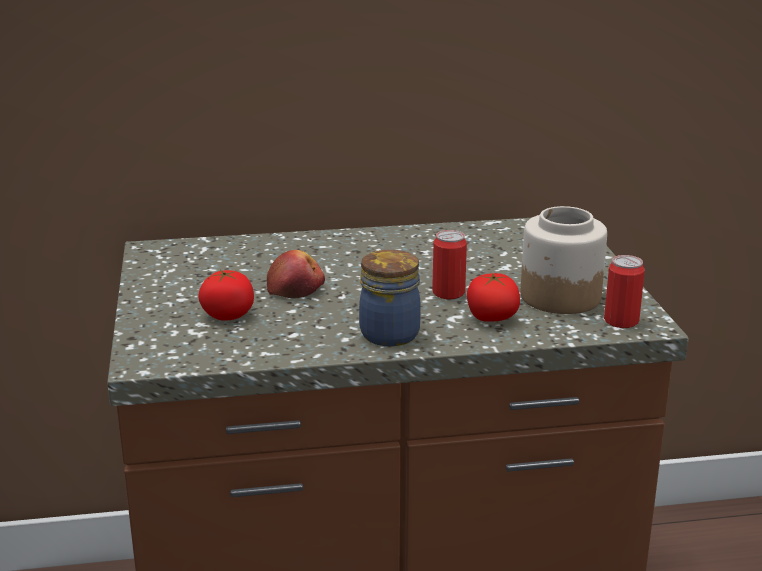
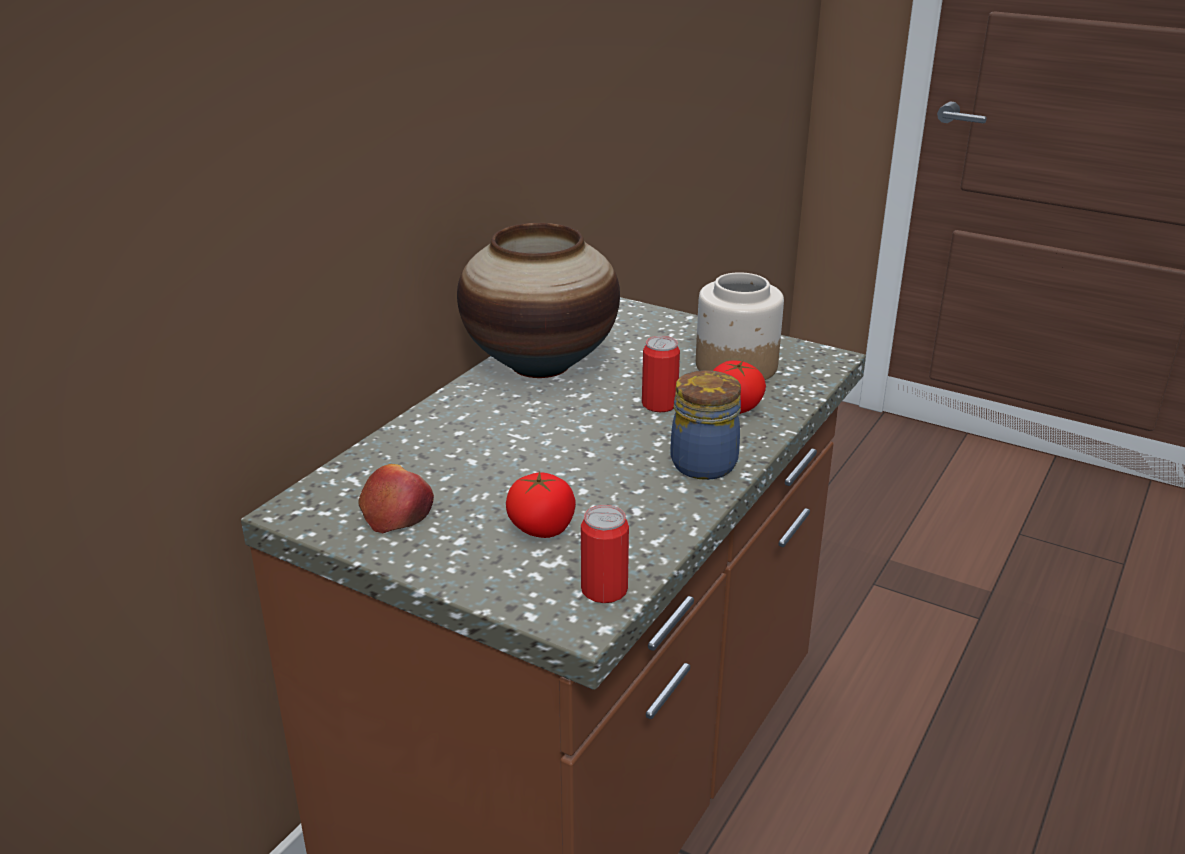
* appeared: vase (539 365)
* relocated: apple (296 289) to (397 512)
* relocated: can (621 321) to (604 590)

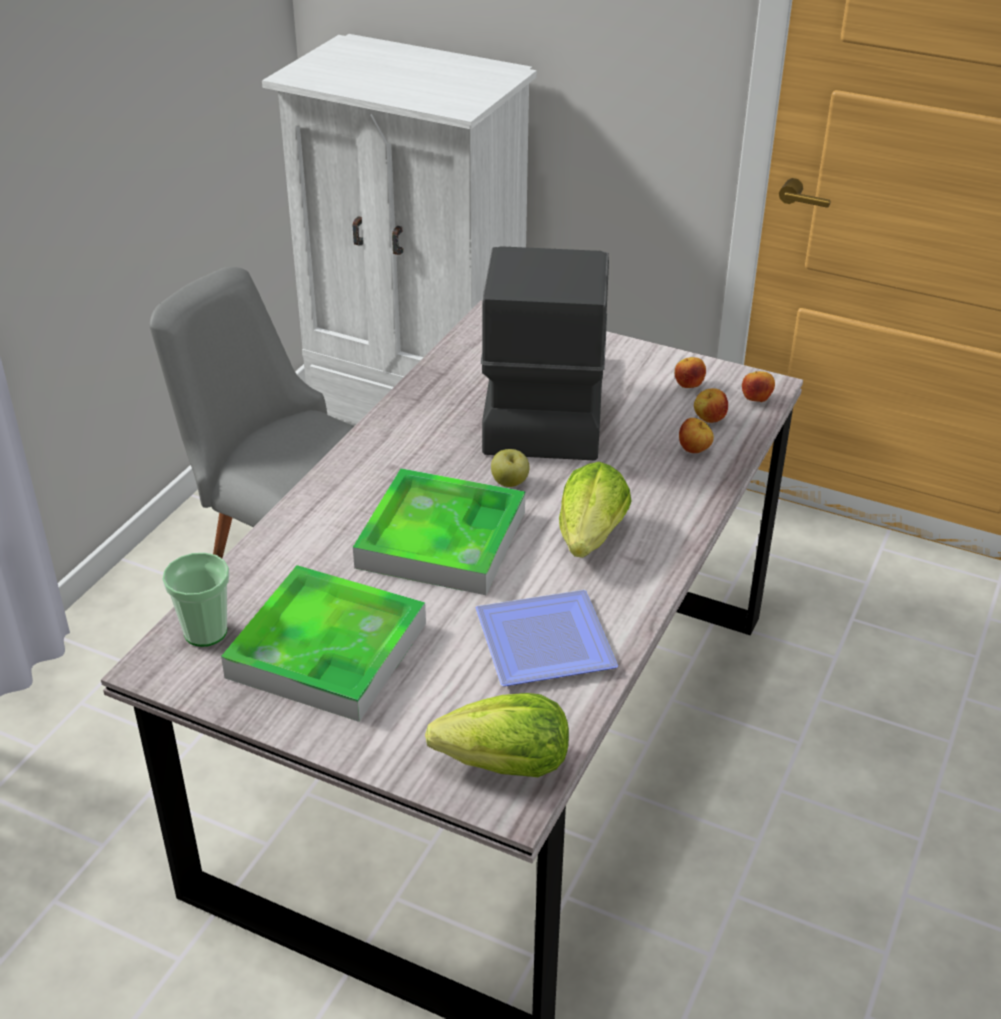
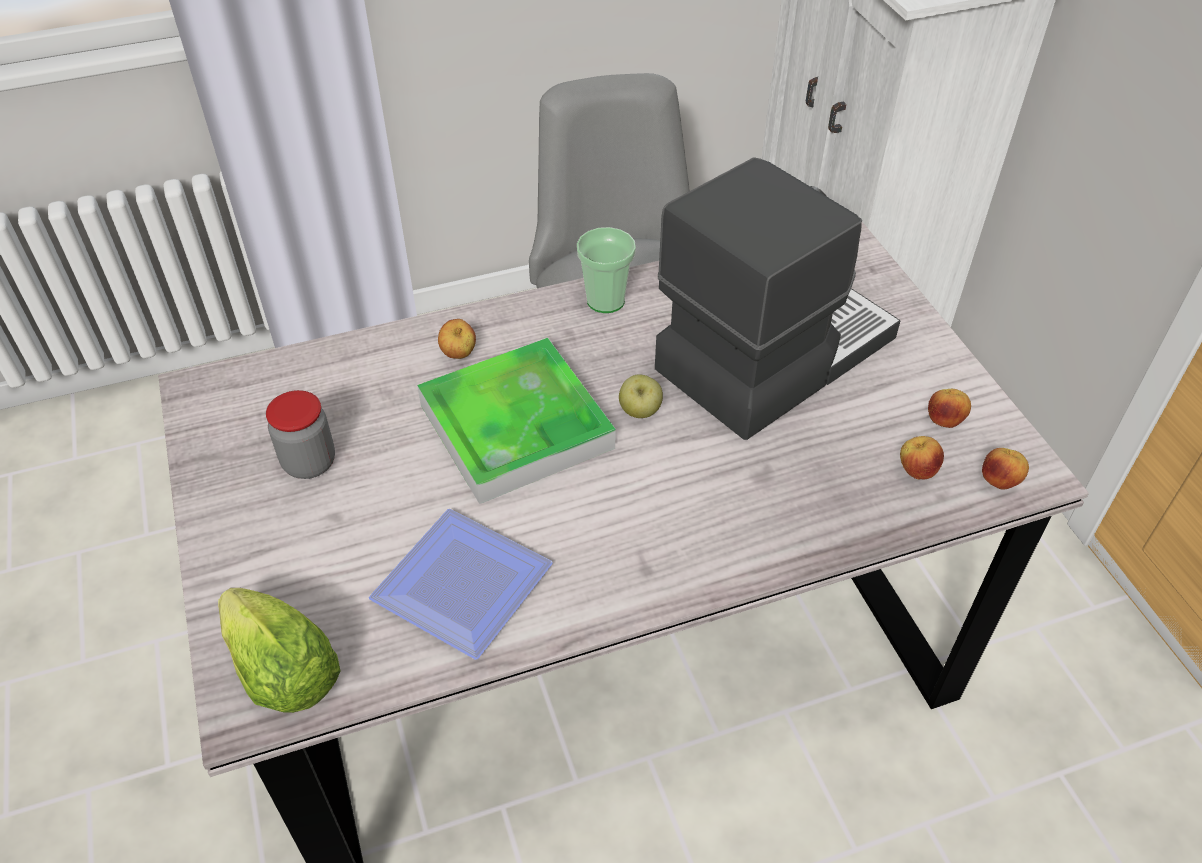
* missing: lettuce (591 537)
* relocated: cup (205 632) to (605 300)
* relocated: apple (694 450) to (459 354)
* exchanged: tray (327 650) to jar (309 463)

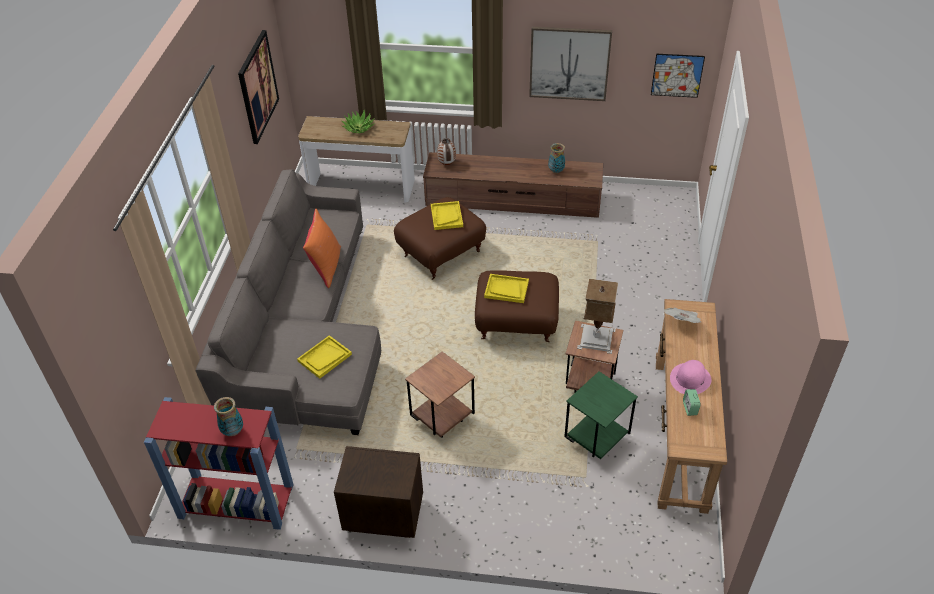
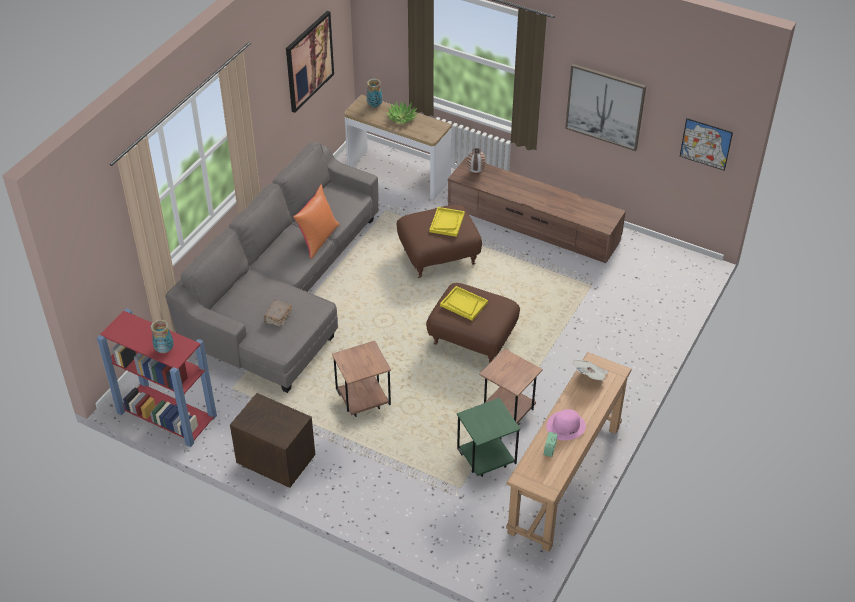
* missing: table lamp (595 339)
* relocated: vase (556 171) to (374 105)
* exchanged: yellow tray (324 358) to brown book (278 317)

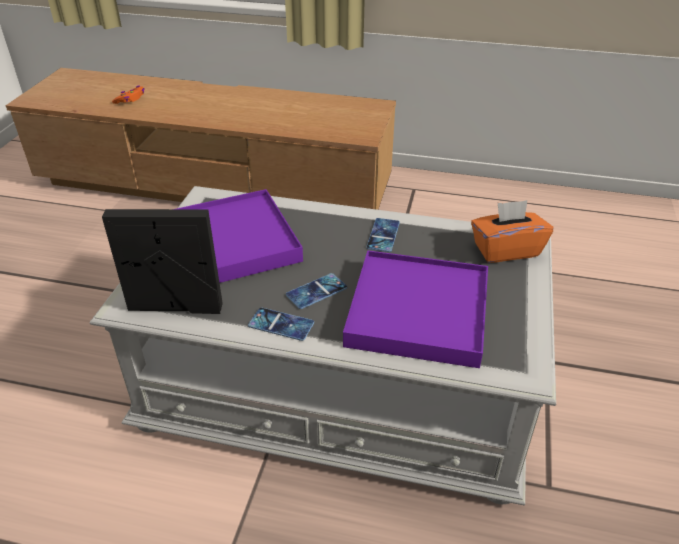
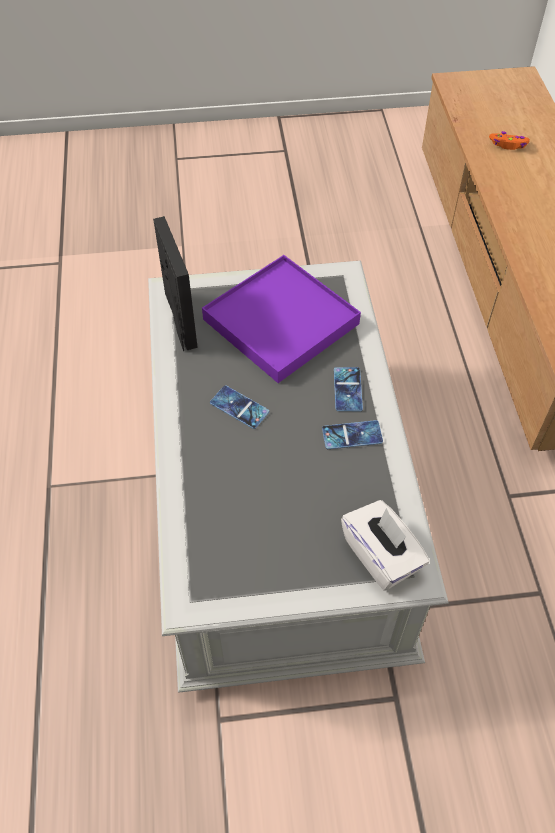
* missing: purple tray (418 311)
* relocated: phone (281 324) to (347 389)
* colour: orange tissue box (506 250) to white tissue box (381 556)

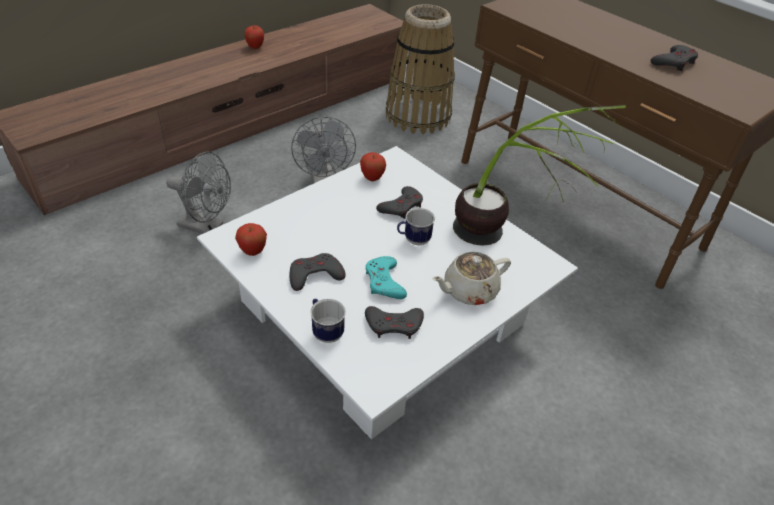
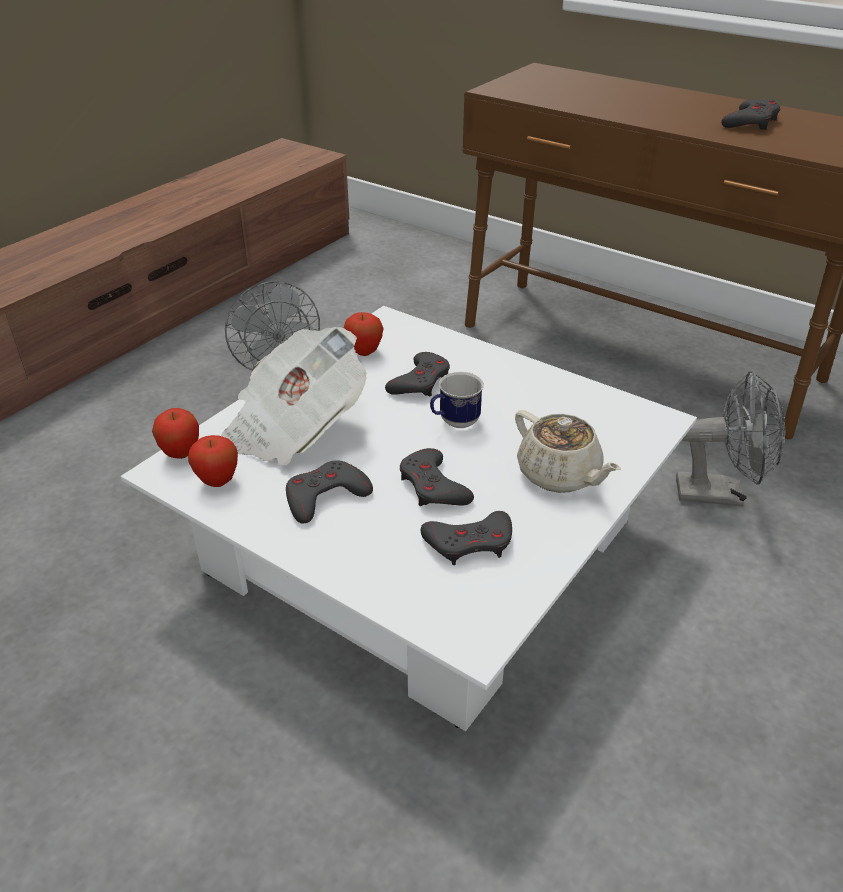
* missing: mug (325 331)
* missing: basket (418 116)
* missing: potted plant (504 242)
* appeared: newspaper (294 427)
* relocated: grey fan (207 227) to (719 493)
* relocated: apple (255 47) to (181 454)
* colour: turquoise game controller (384 282) to grey game controller (433 486)
* spun: beige teapot (468 291) = (559 475) 90 degrees counterclockwise

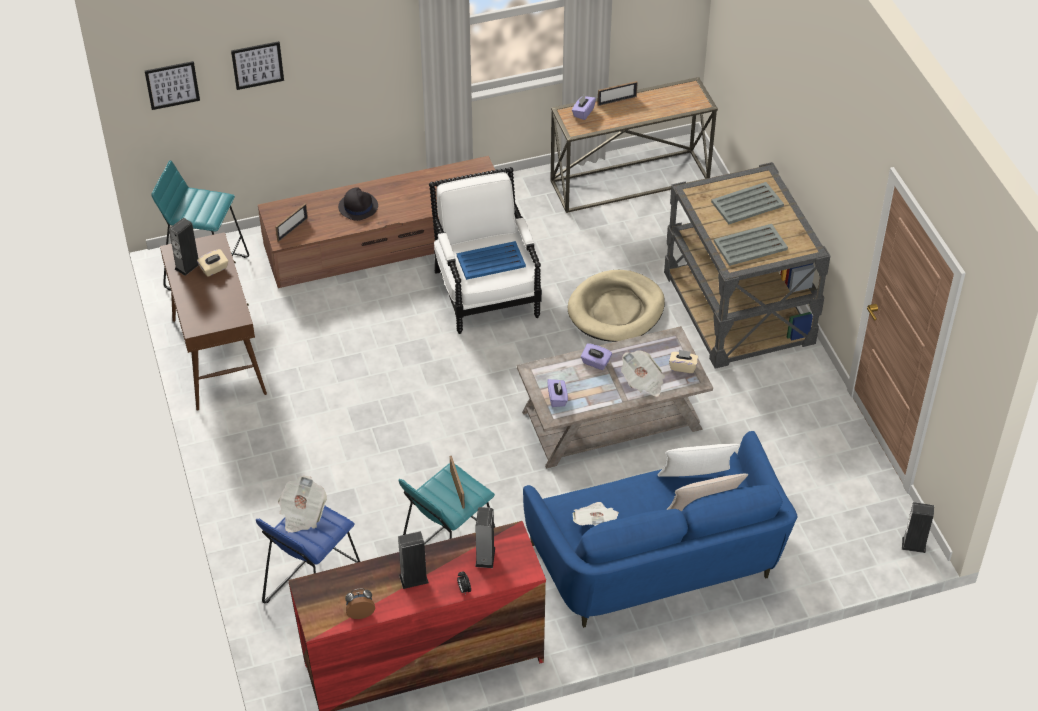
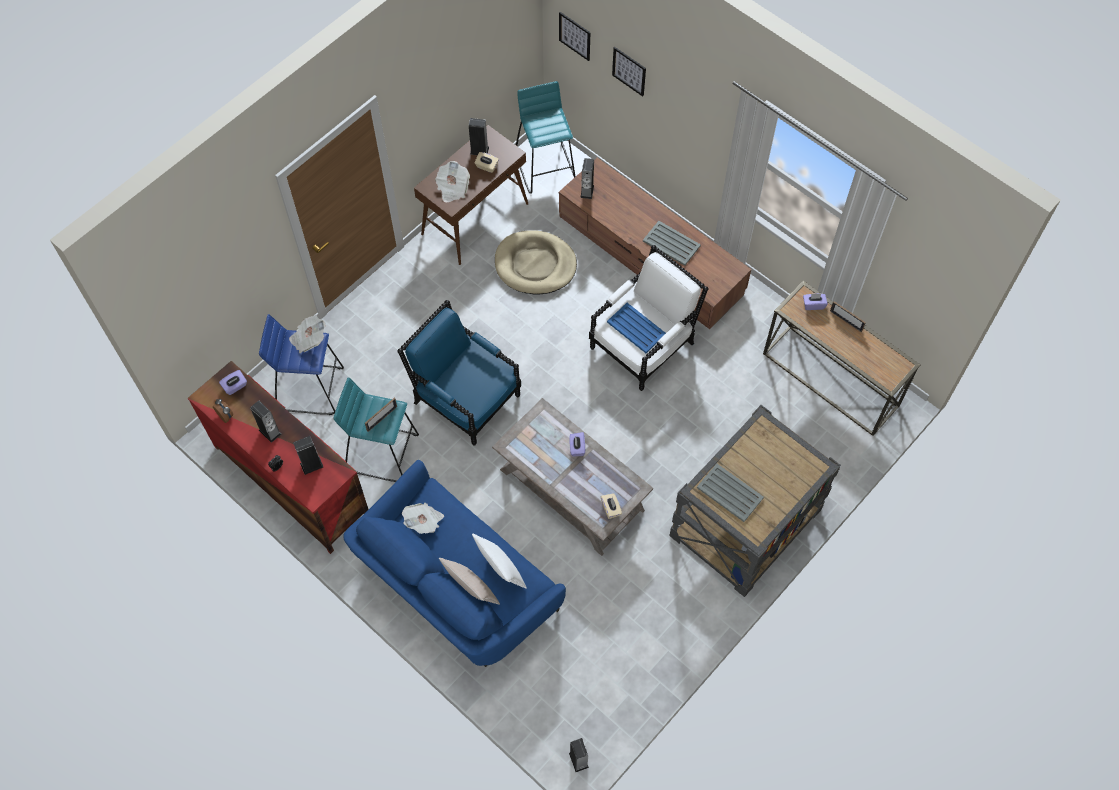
* missing: black hat (358 206)
* appeared: blue armchair (464 396)
* relocated: purple tissue box (557 398) to (235 386)
* relocated: beige dog bed (616 310) to (535 265)
* relocated: newspaper (642 382) to (452 188)
* relocated: grey tray (748 204) to (672 244)
* exchanged: picture frame (292 229) to speaker (587 191)

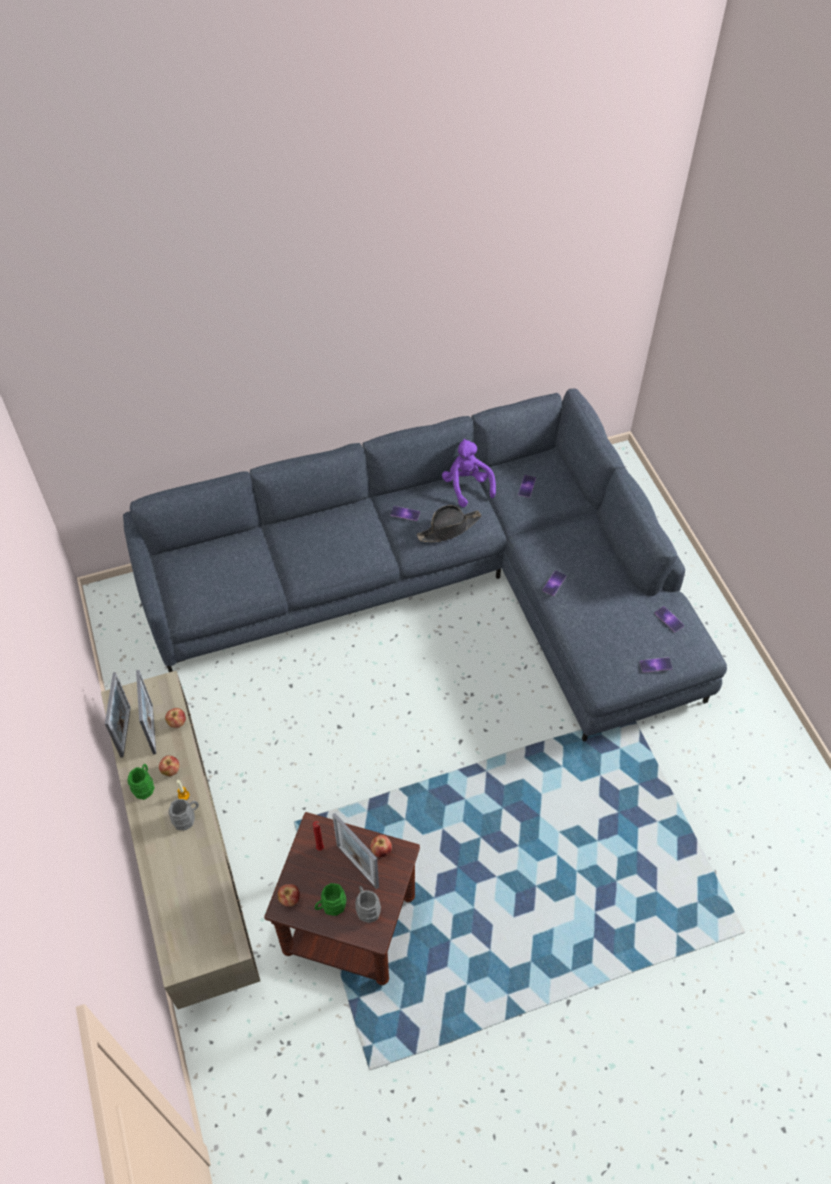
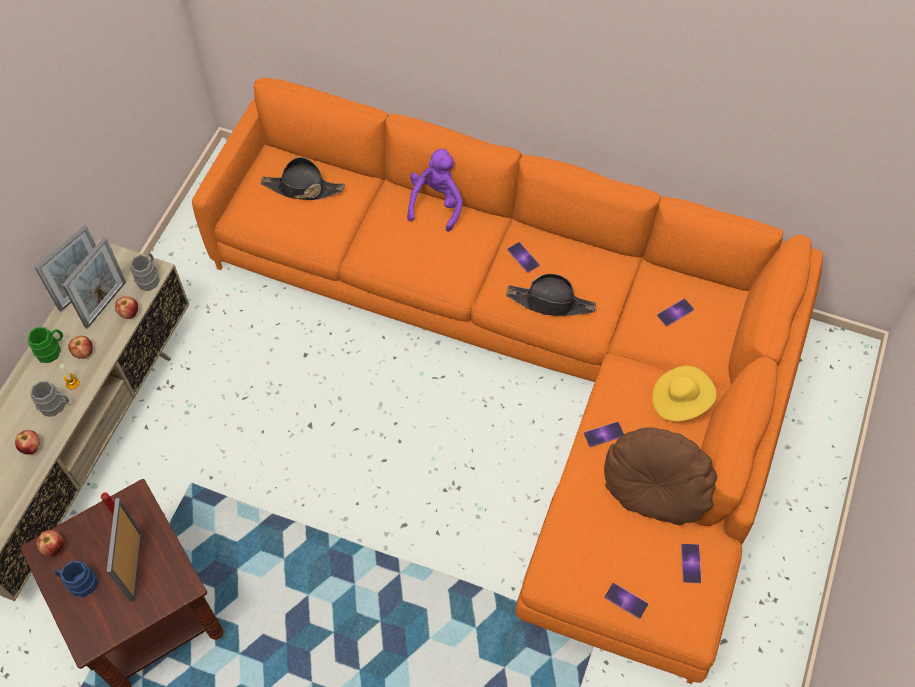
* appeared: black hat (302 188)
* appeared: brown pillow (653 496)
* appeared: yellow hat (680 401)
* relocated: grey mug (367 908) to (149 278)
* relocated: apple (381 850) to (31 448)
* relocated: purple plush toy (467 486) to (437 203)
* colour: blue sofa (446 586) to orange sofa (536 363)
* colour: green mug (331 906) to blue mug (79 583)

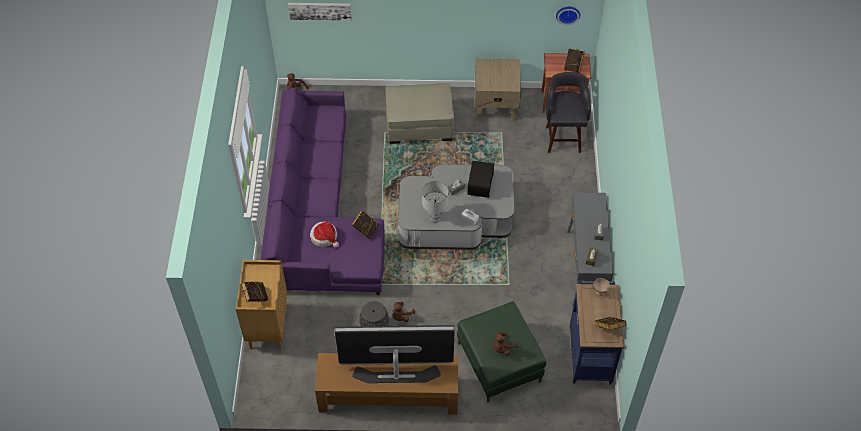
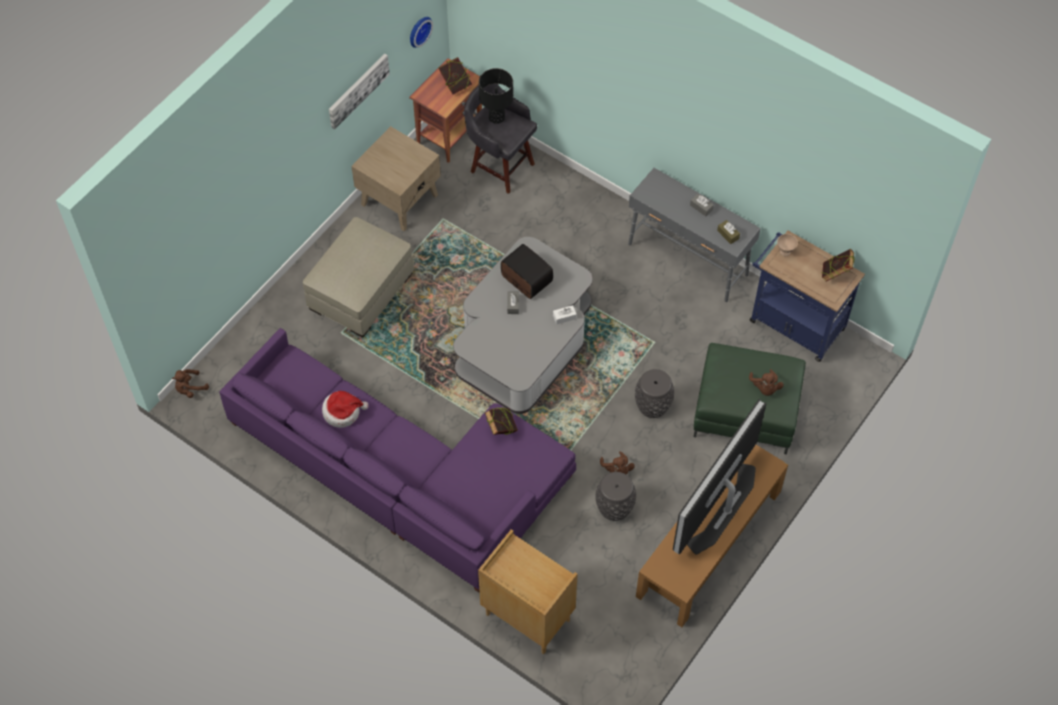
* missing: book (256 298)
* missing: white table lamp (435 217)
* appeared: black table lamp (496 117)
* appeared: grey stool (653 405)
* relocated: picture (320 10) to (358 90)
* relocated: hat (324 237) to (342 412)

